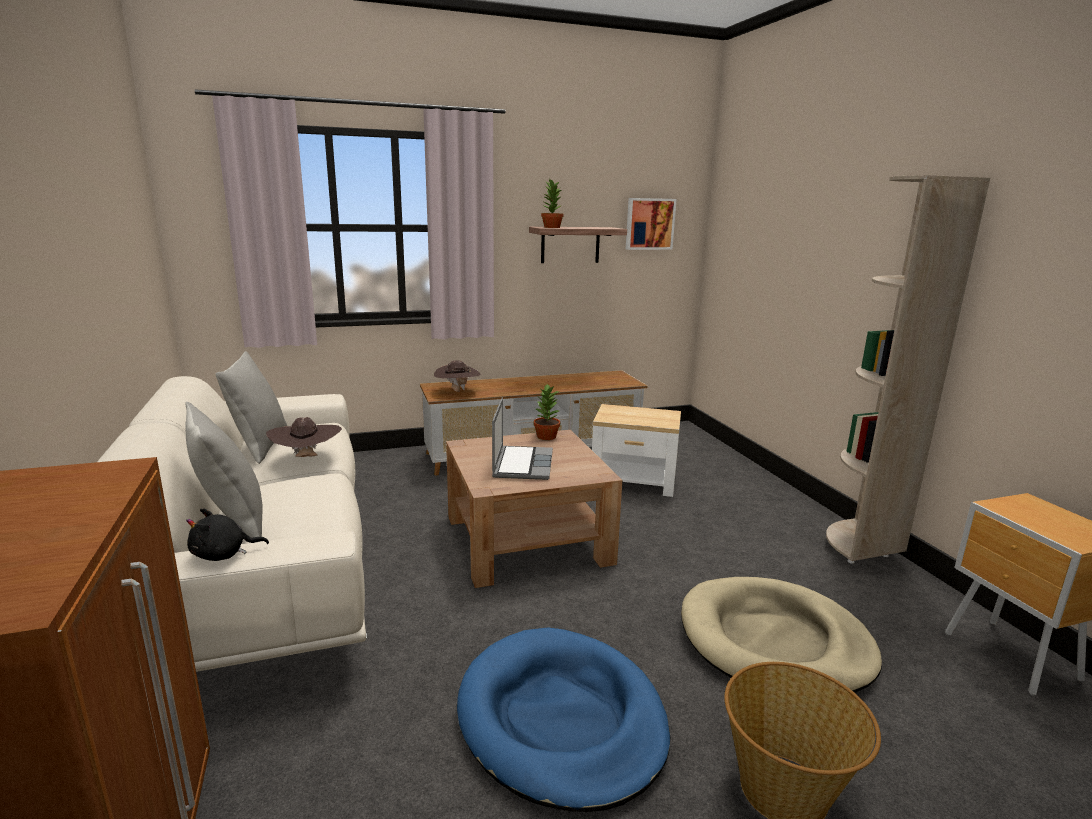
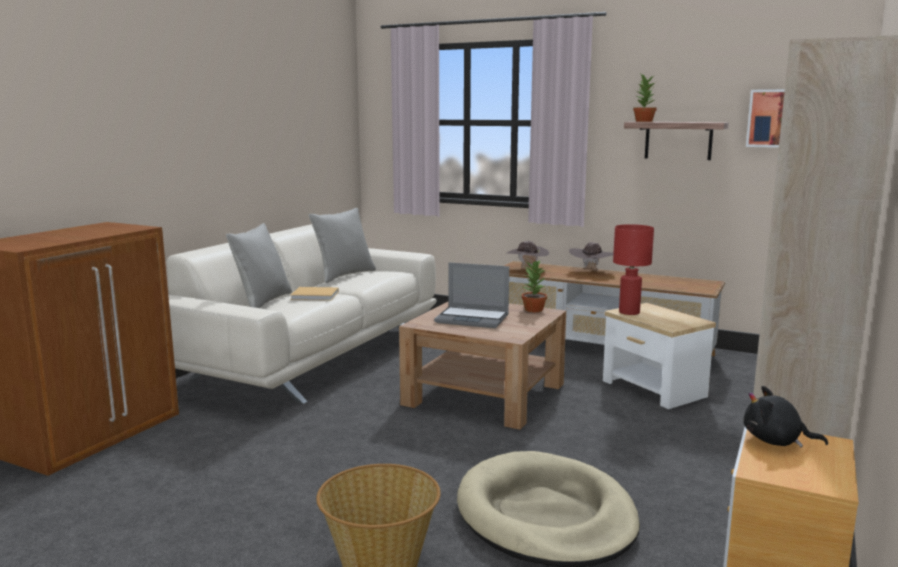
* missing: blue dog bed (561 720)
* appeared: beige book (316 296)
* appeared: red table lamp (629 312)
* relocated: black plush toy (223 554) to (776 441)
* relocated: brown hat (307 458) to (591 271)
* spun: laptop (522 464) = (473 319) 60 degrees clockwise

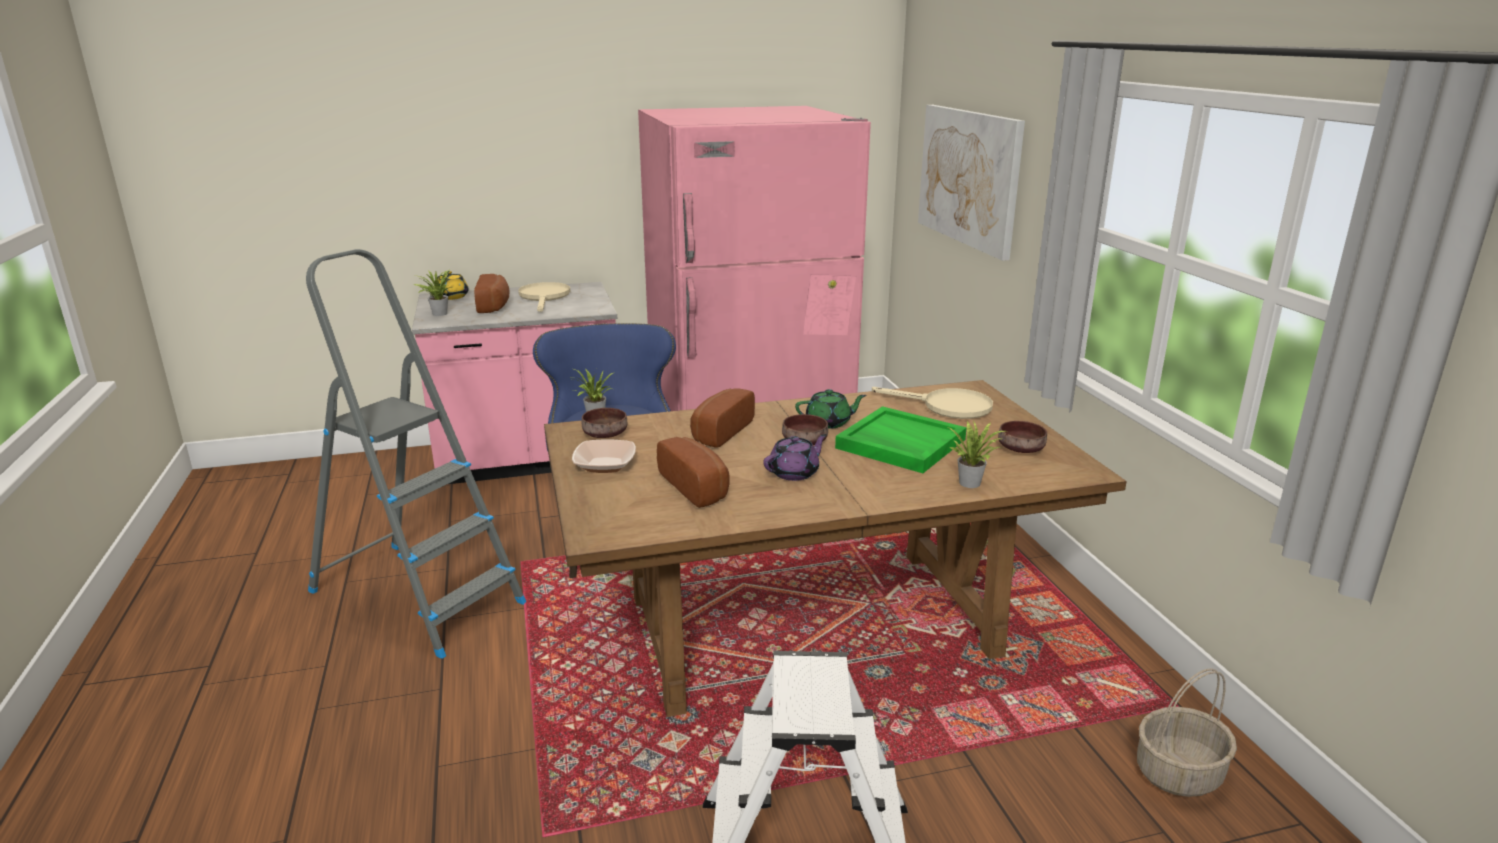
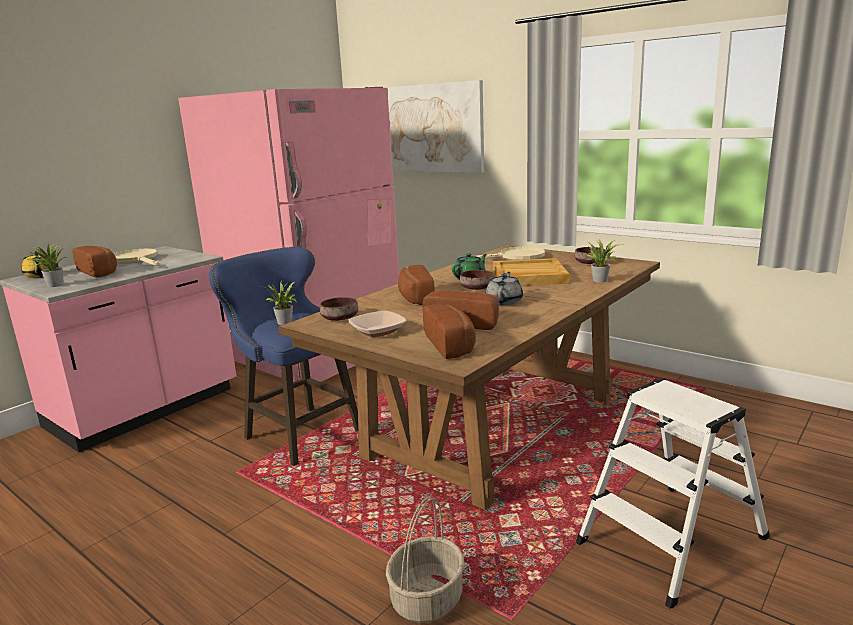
* missing: grey step ladder (417 597)
* appeared: bread (452 344)
* relocated: basket (1178 772) to (427 598)
* colour: purple teapot (794 473) to grey teapot (504 301)
* colour: green tray (899 444) to beige tray (528 276)

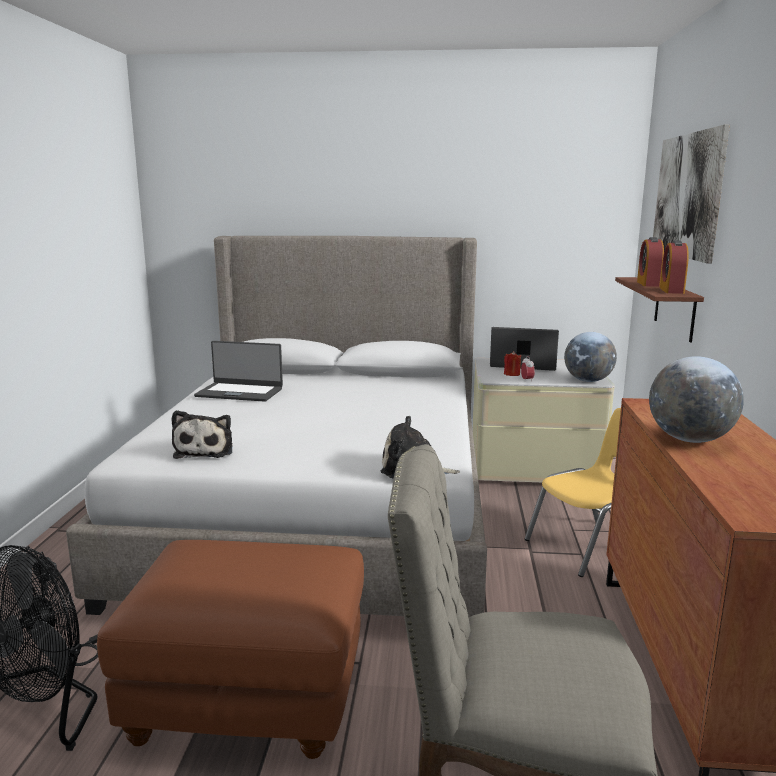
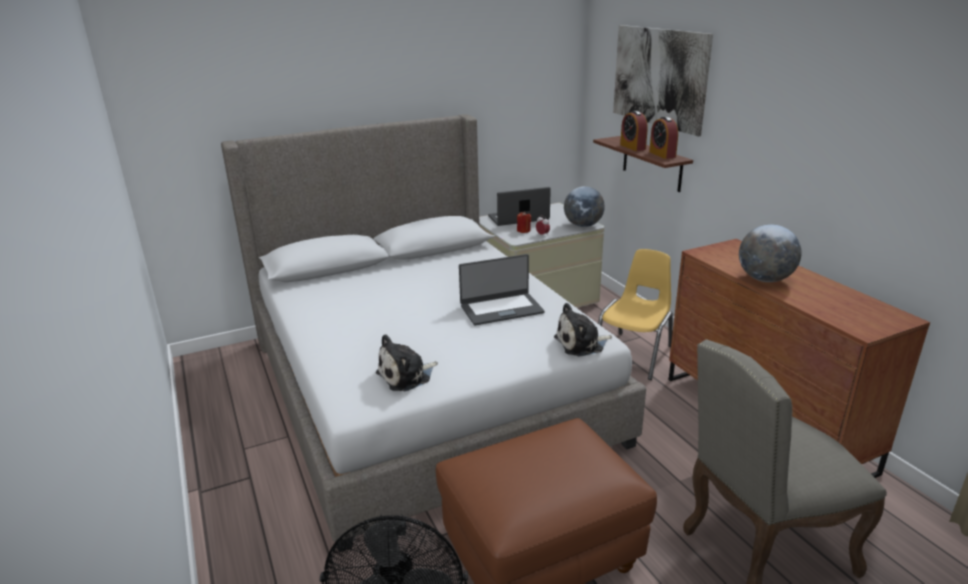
* relocated: laptop (240 392) to (501 309)
* spun: plush toy (205 450) = (406 376) 90 degrees clockwise

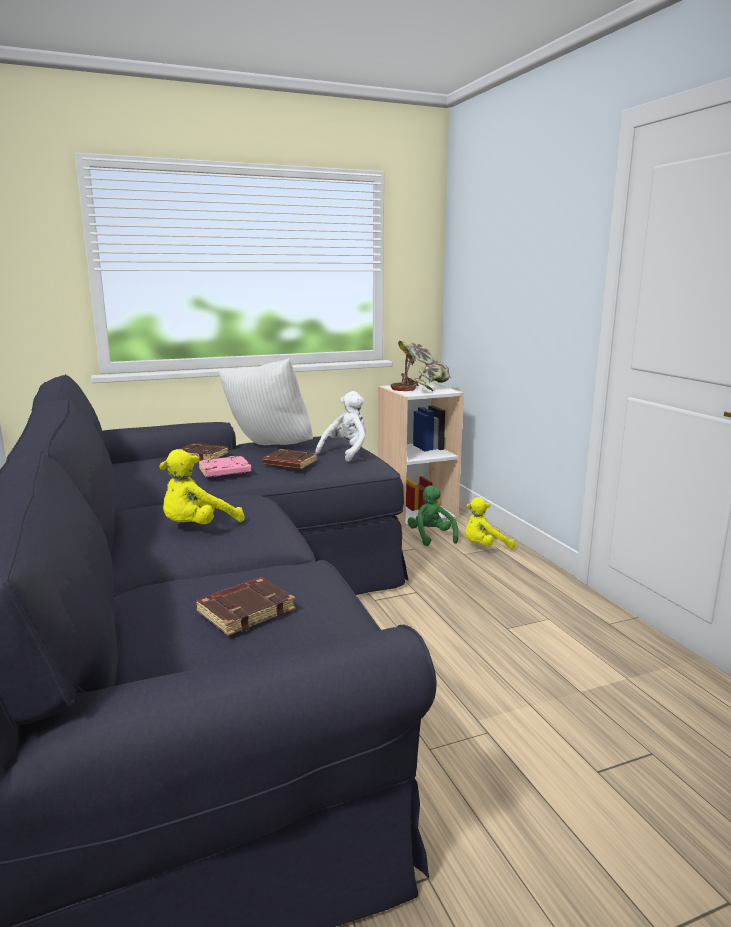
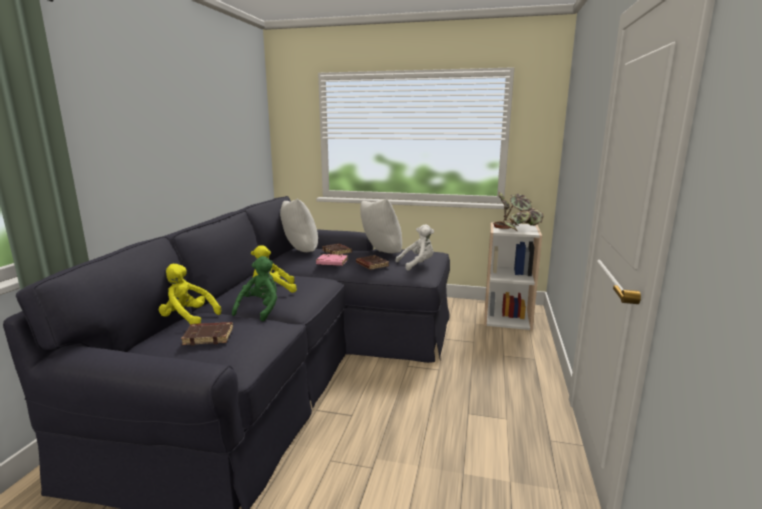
* appeared: white pillow (299 252)
* relocated: green plush toy (431 537) to (260 310)
* relocated: yellow plush toy (484 547) to (187 318)

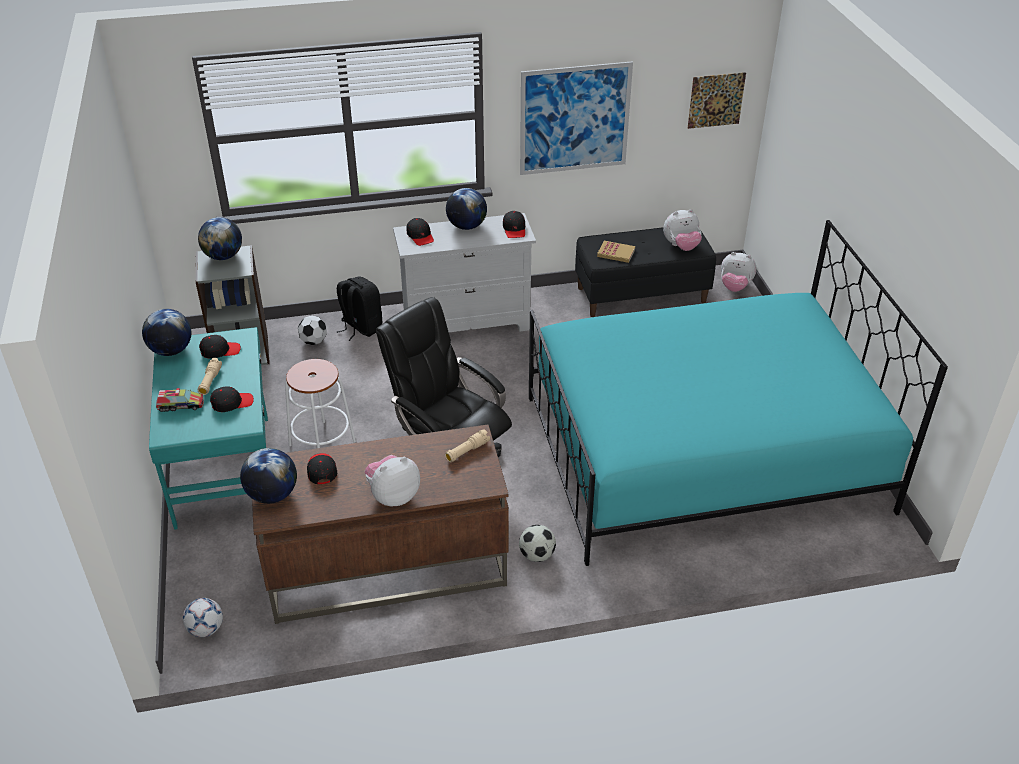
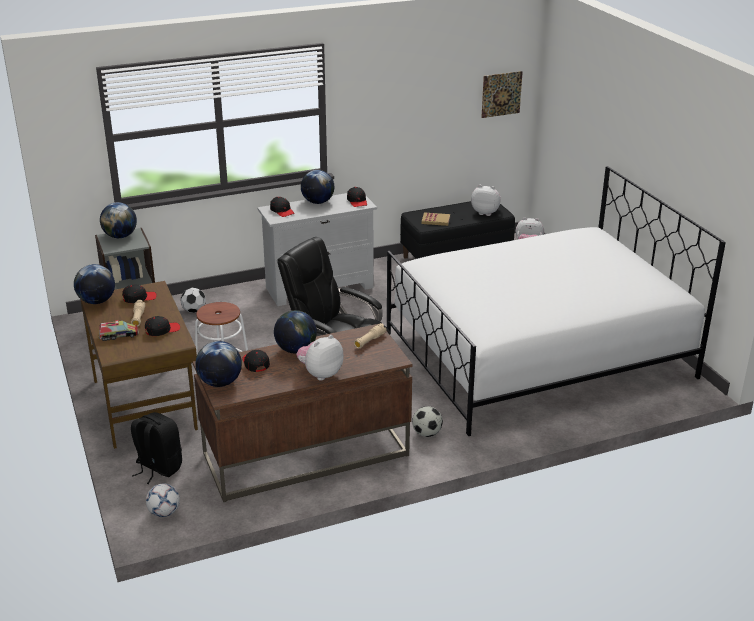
* missing: picture (575 119)
* appeared: globe (296 350)
* relocated: black backpack (360 327) to (158 468)
* colour: turquoise desk (225 469) to brown desk (145 403)
* colour: turquoise bed (704 453) to white bed (538 354)
* spun: plush toy (681 246) = (485 212) 135 degrees counterclockwise

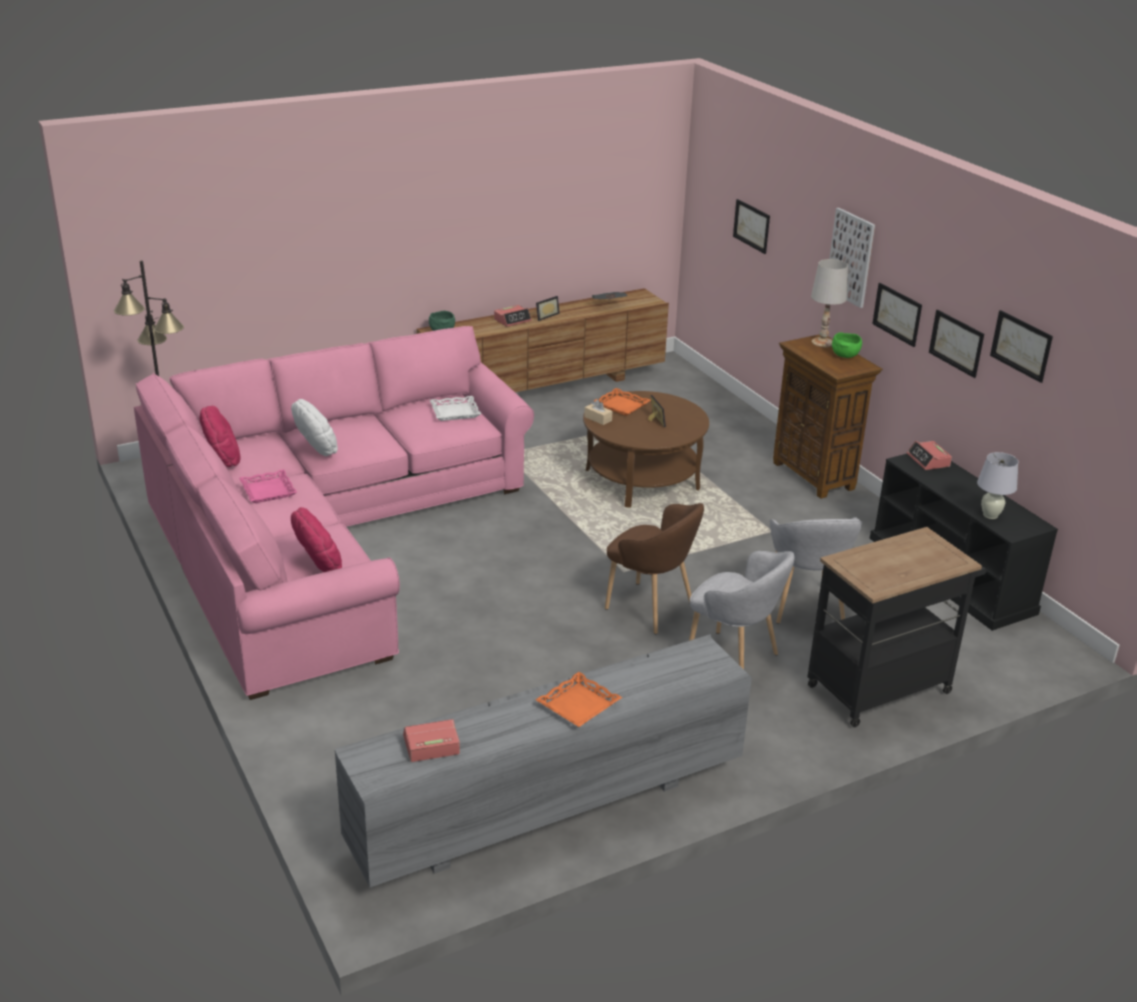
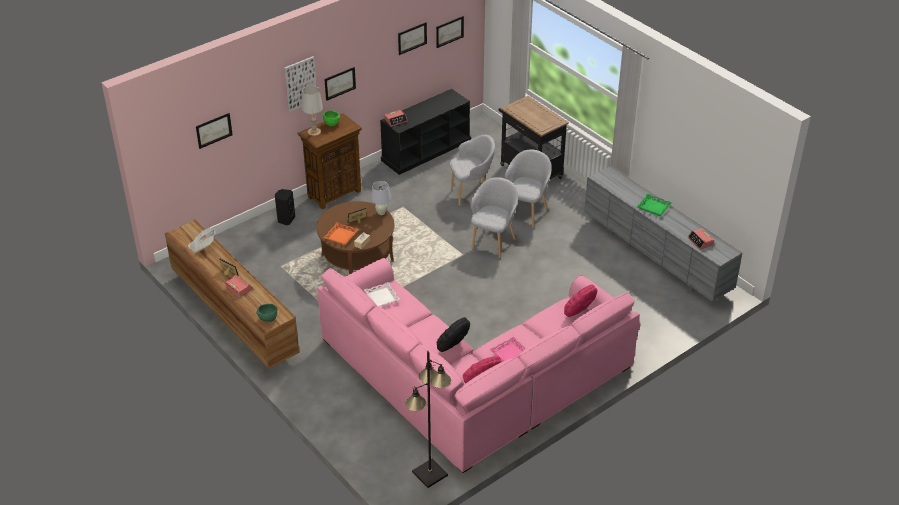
* appeared: black speaker (285 219)
* relocated: picture (956 343) to (449 31)
* relocated: white table lamp (990 515) to (381 212)
* colour: white pillow (316 452) to black pillow (453 348)
* colour: orange tray (579 705) to green tray (654 207)
* colour: brown armchair (651 608) to grey armchair (493 242)

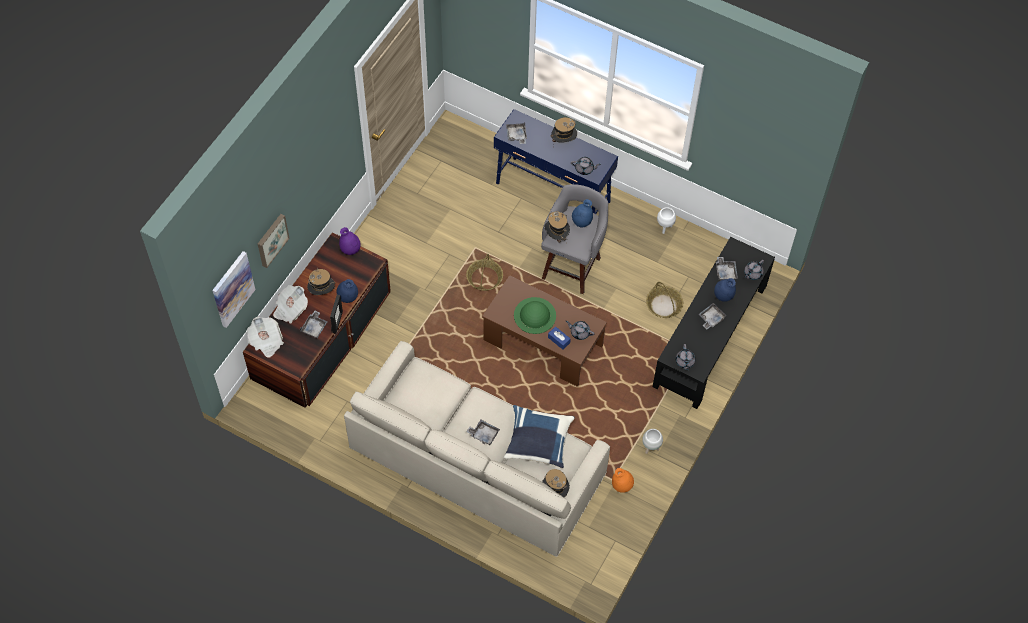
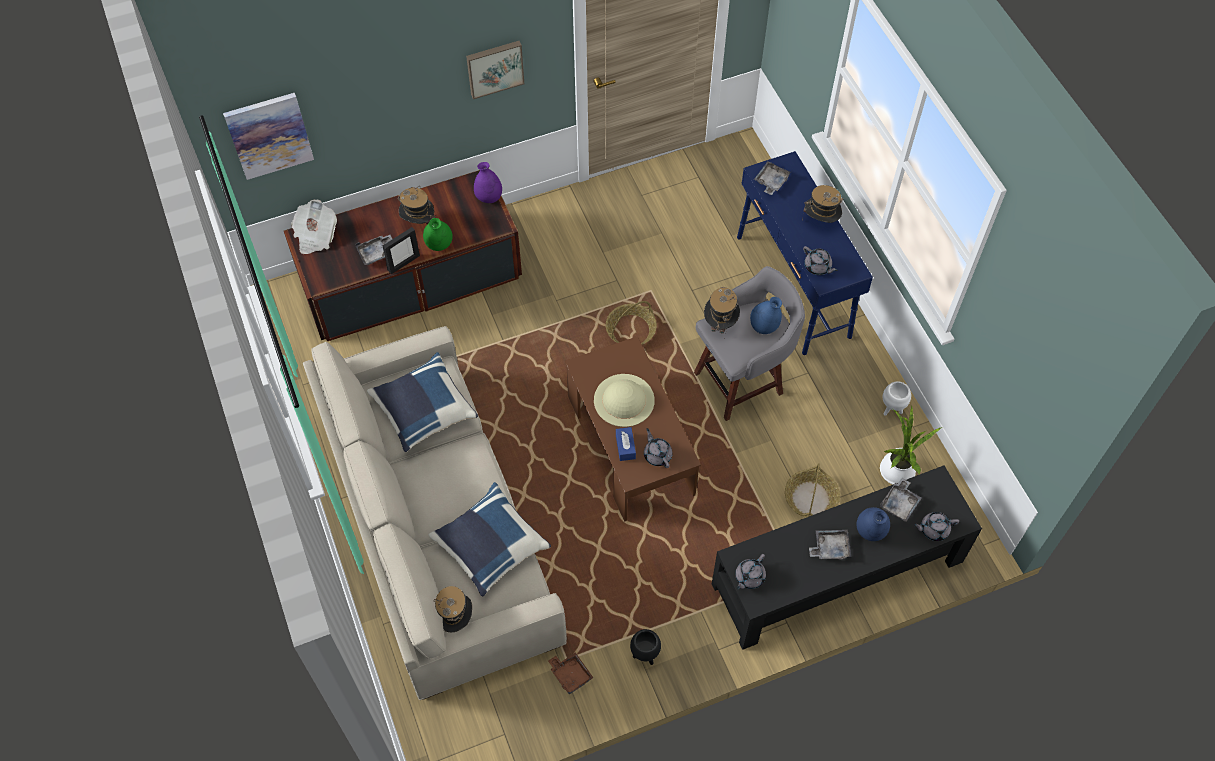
* missing: newspaper (290 309)
* missing: grey tray (483 434)
* appeared: blue pillow (423 411)
* appeared: potted plant (895 473)
* relocated: picture (271 240) to (494 67)
* exchanged: orange vase (621 486) to brown tray (570 674)
* colour: blue vase (348 297) to green vase (439 245)
* colour: green hat (534 315) to beige hat (624 400)
* colour: white planter (651 448) to black planter (644 655)

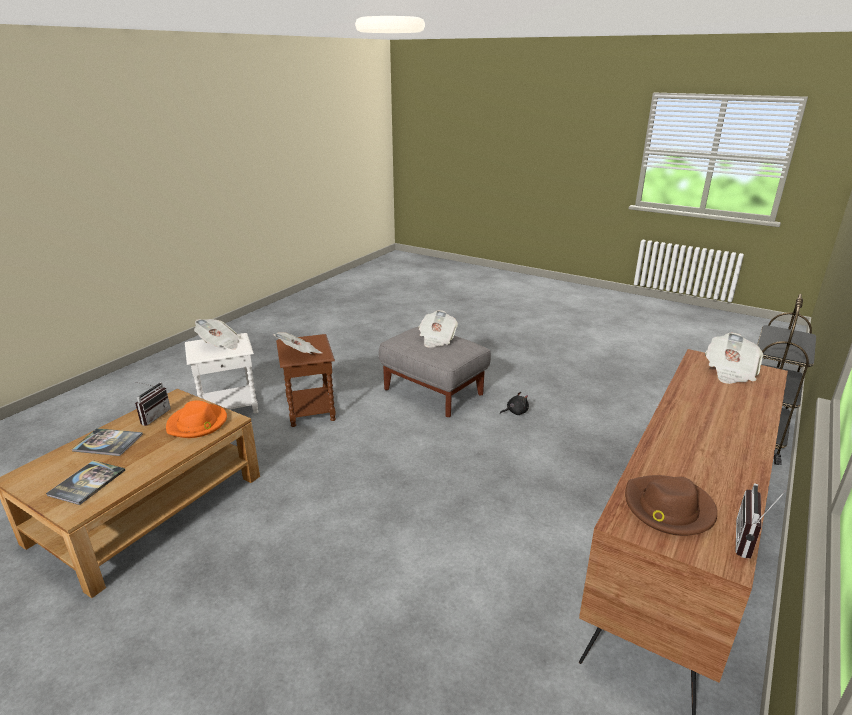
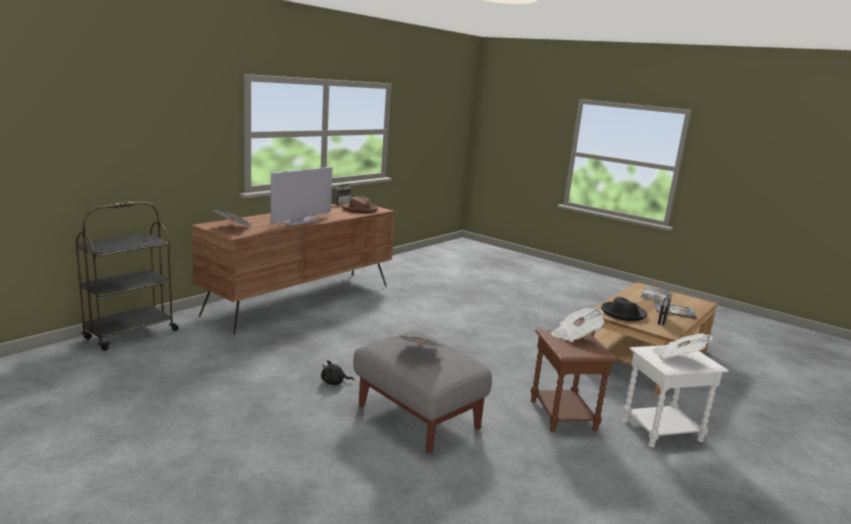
* appeared: television (300 221)
* colour: orange hat (197 424) to black hat (623 313)

